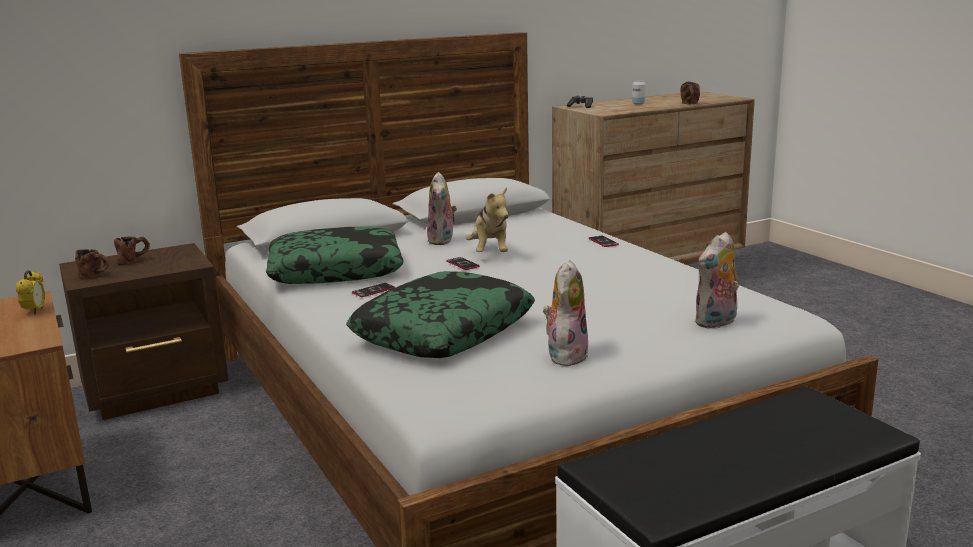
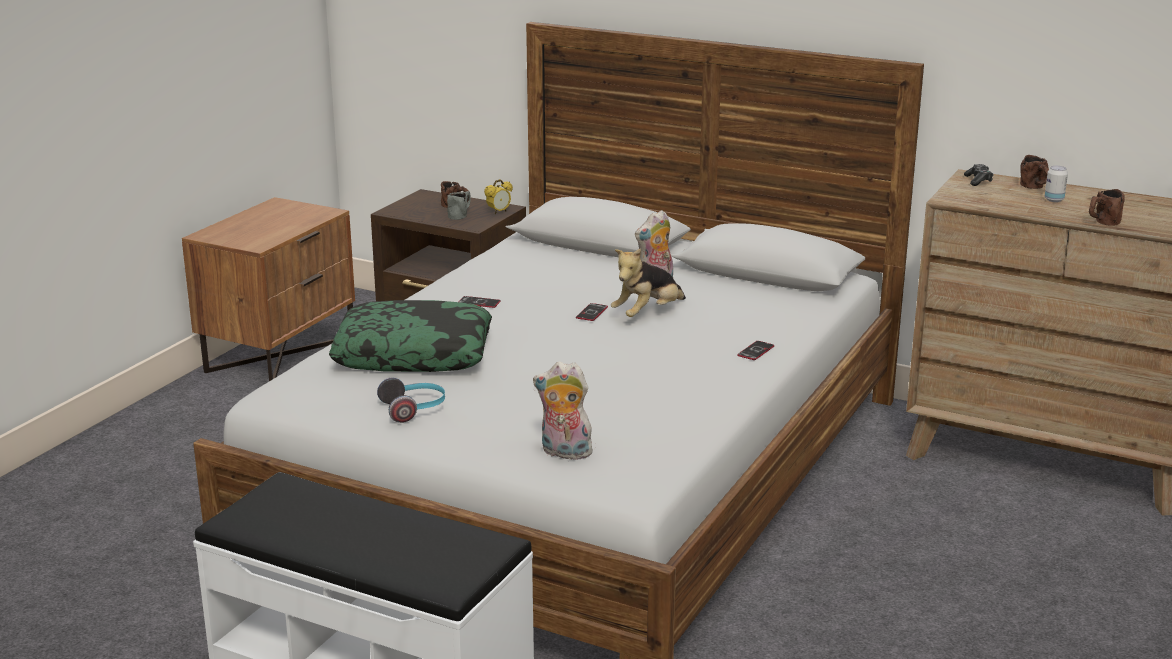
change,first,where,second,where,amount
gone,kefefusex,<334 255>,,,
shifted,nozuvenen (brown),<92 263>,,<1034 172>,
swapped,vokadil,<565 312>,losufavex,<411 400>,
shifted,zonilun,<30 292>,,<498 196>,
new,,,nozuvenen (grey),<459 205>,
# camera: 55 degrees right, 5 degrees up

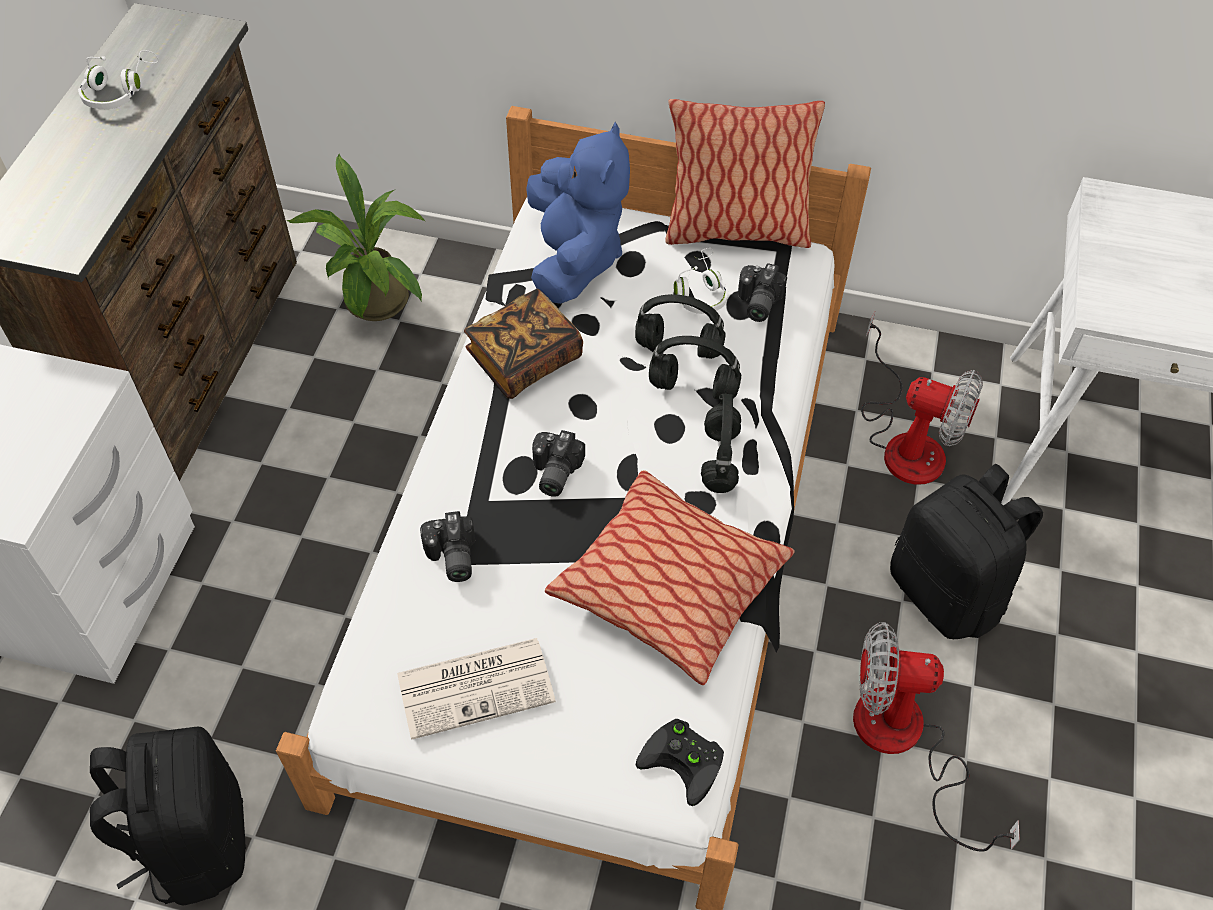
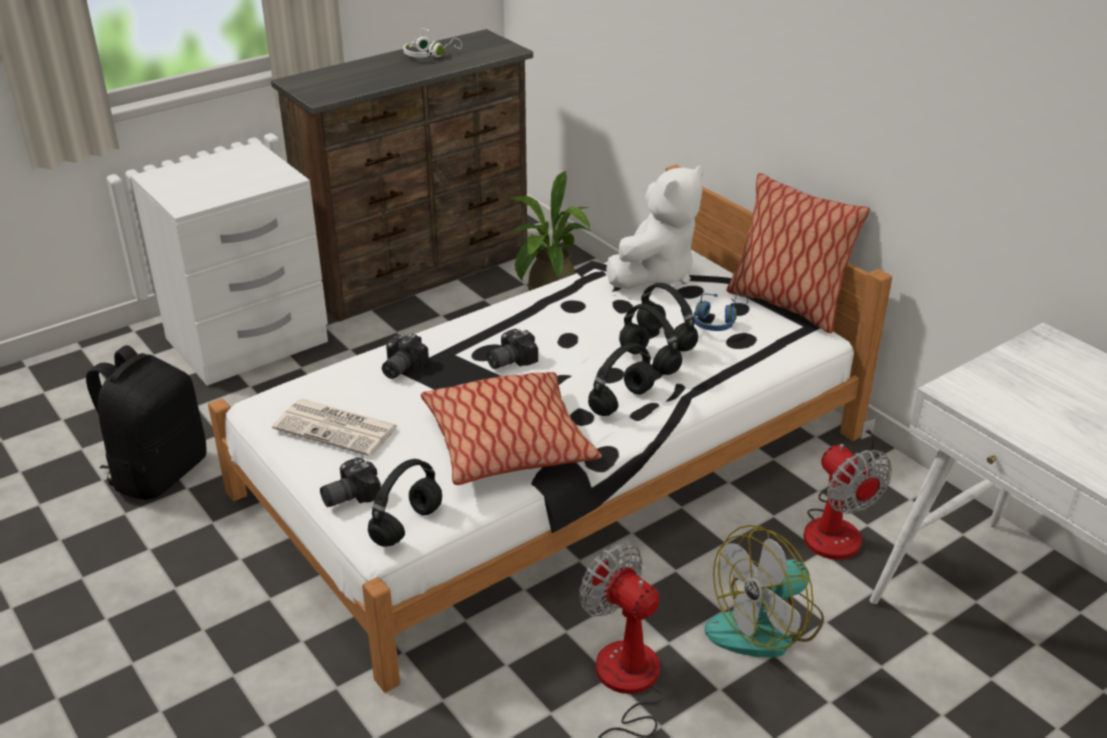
change,first,where,second,where,amount
repainted,vokadil (blue),<578 213>,vokadil (white),<655 227>,
repainted,losufavex (white),<701 281>,losufavex (blue),<720 312>,
shifted,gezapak,<762 292>,,<350 482>,
gone,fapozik,<523 344>,,,
swapped,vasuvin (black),<966 551>,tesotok,<764 591>,
swapped,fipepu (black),<680 762>,losufavex (black),<405 503>,
# camera: 40 degrees right, 20 degrees down

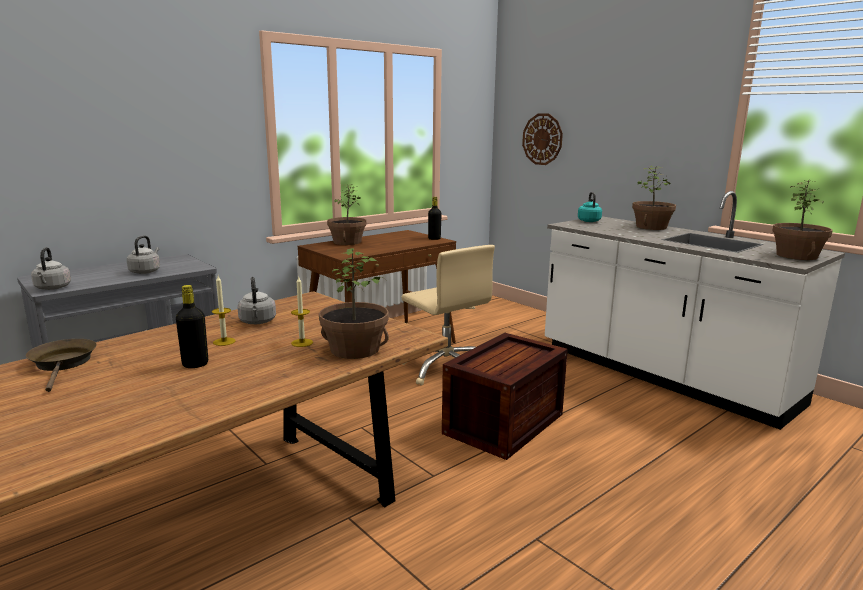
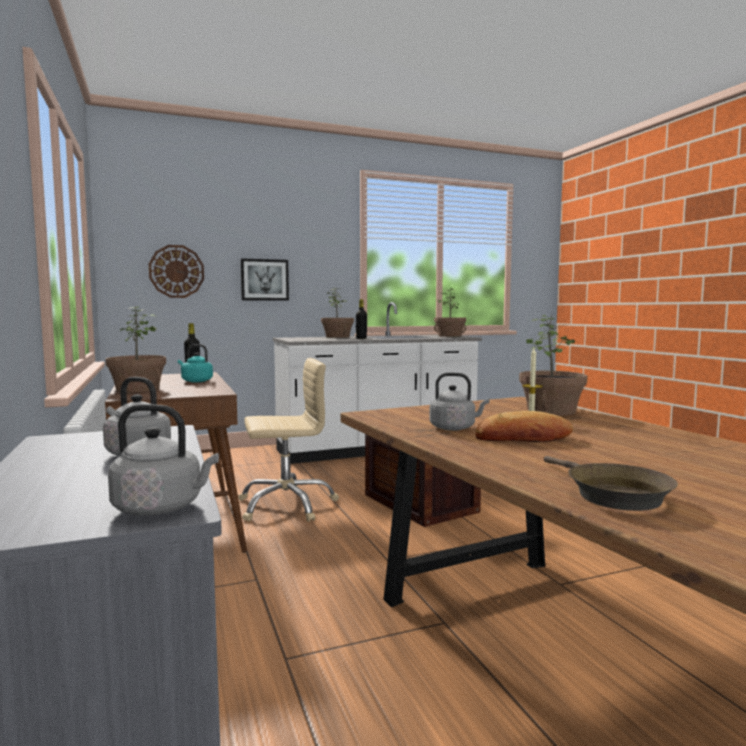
change,first,where,second,where,amount
shifted,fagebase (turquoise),<590 207>,,<195 363>,
swapped,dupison,<224 311>,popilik,<524 426>,
shifted,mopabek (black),<192 326>,,<361 319>,
rotated,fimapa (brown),<61 365>,,<611 483>,105 degrees counterclockwise
new,,,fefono,<264 279>,
# camera: 70 degrees left, 10 degrees down

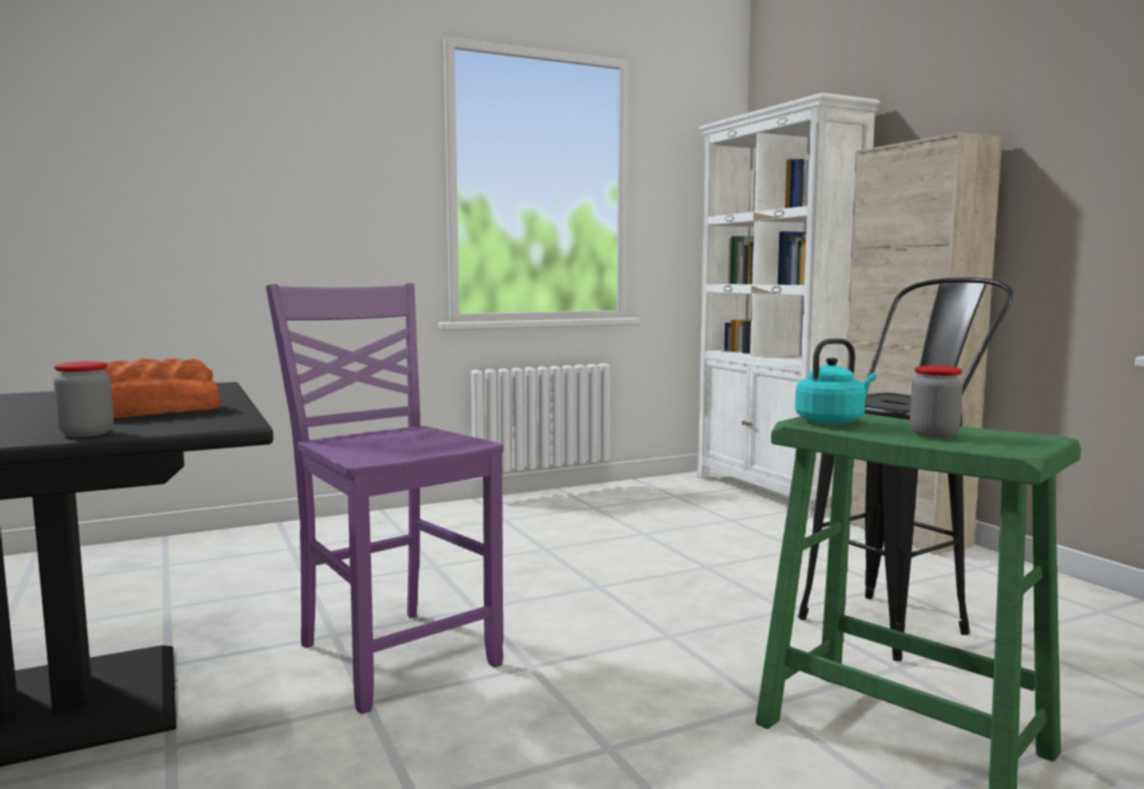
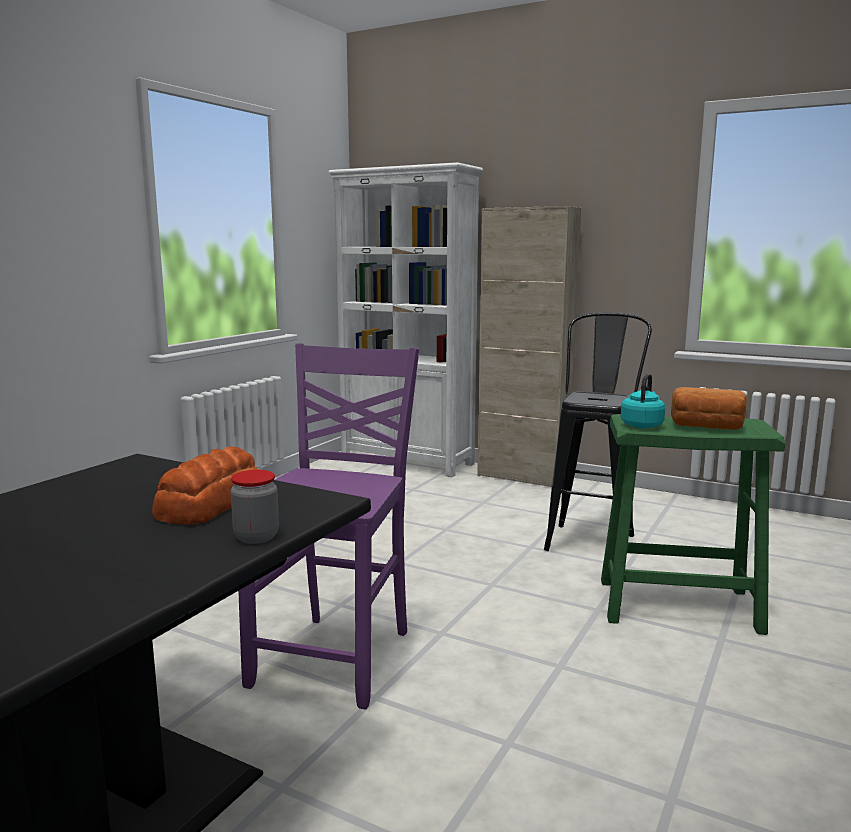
change,first,where,second,where,amount
rotated,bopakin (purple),<385 498>,,<328 526>,90 degrees clockwise
swapped,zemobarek,<936 402>,popilik,<709 408>,
# camera: 35 degrees left, 5 degrees up

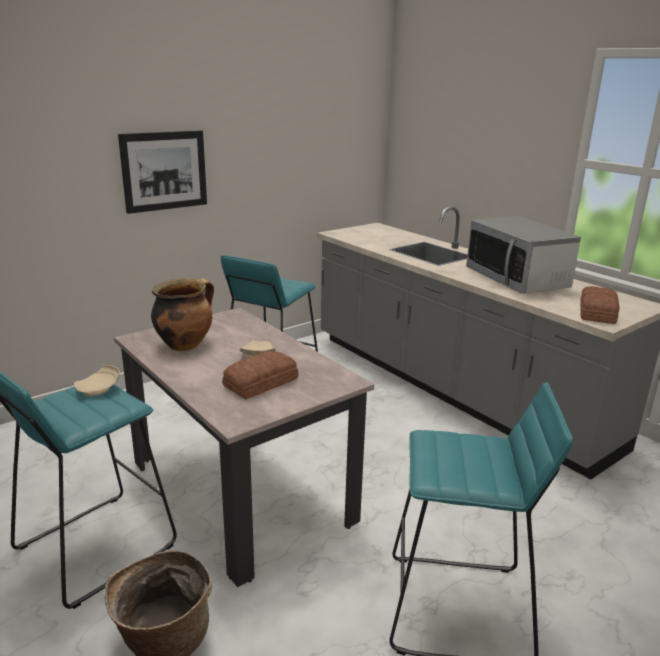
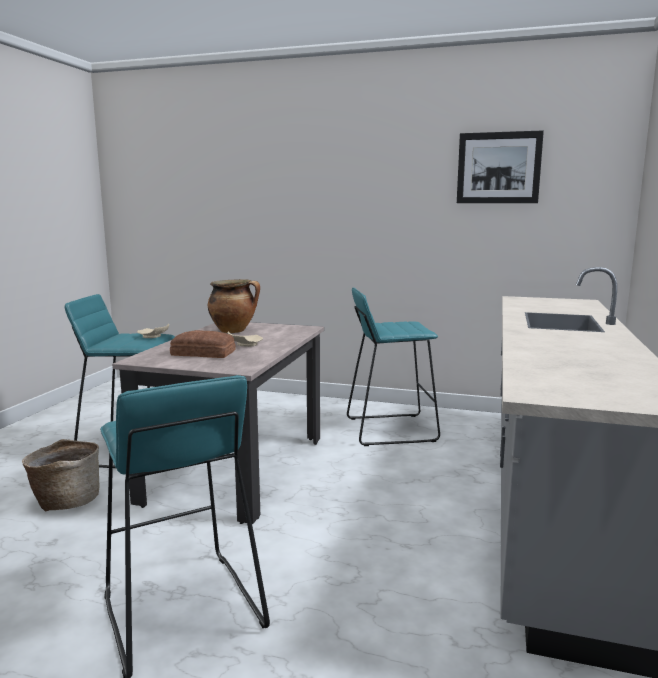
change,first,where,second,where,amount
shifted,fefono,<162 172>,,<500 166>,
gone,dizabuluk,<523 255>,,,
gone,popilik,<600 305>,,,
# camera: 55 degrees right, 10 degrees down

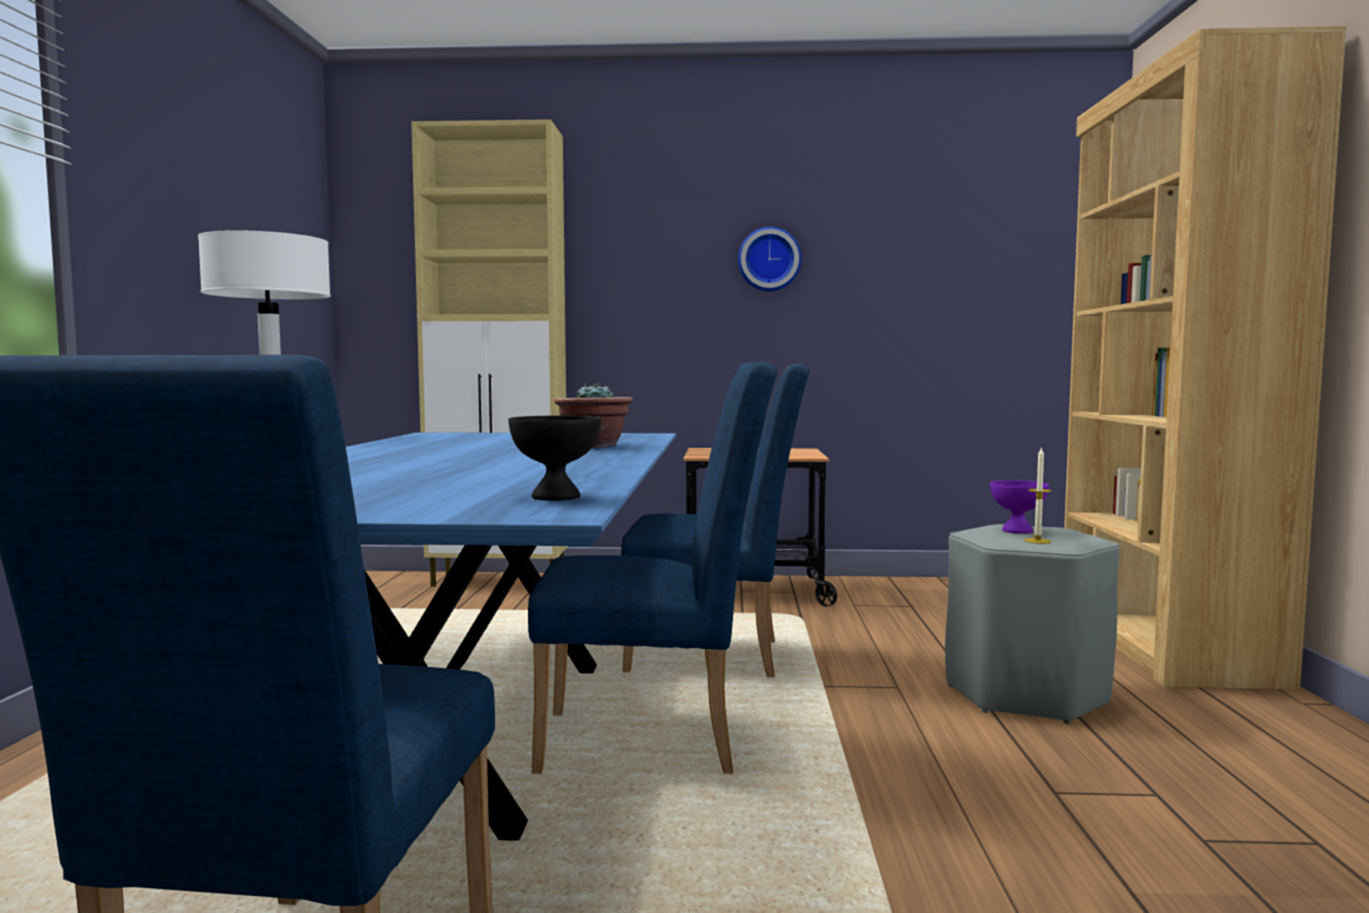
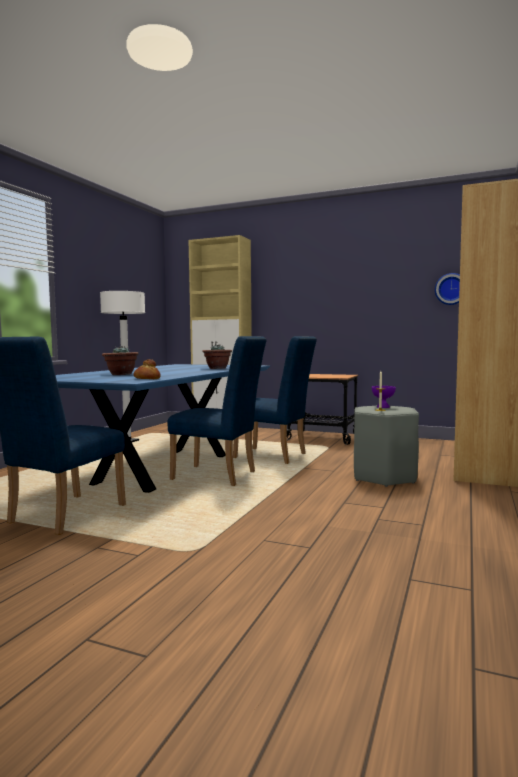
change,first,where,second,where,amount
shifted,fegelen,<770 259>,,<447 289>,
swapped,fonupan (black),<554 458>,popilik,<147 369>,
new,,,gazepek,<120 360>,
# camera: 20 degrees right, 0 degrees up

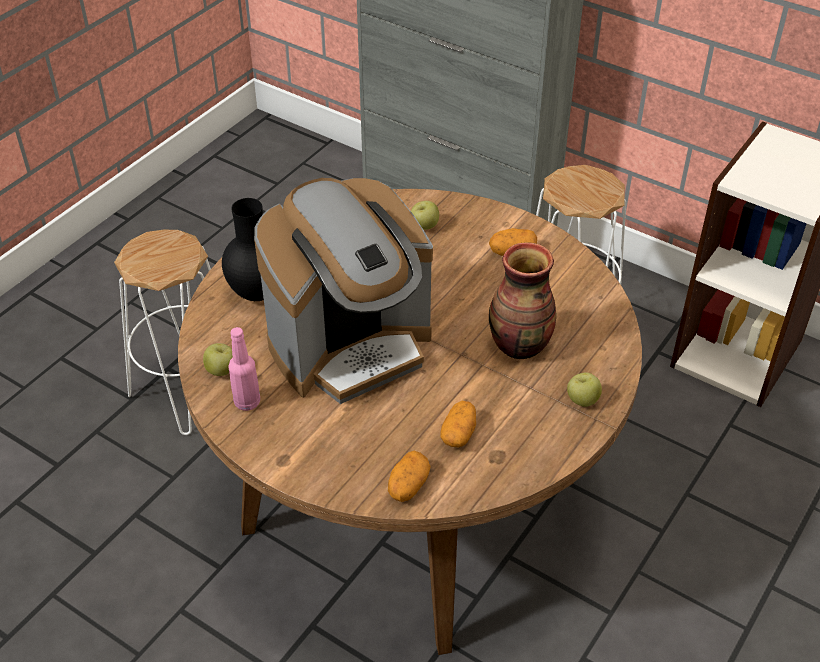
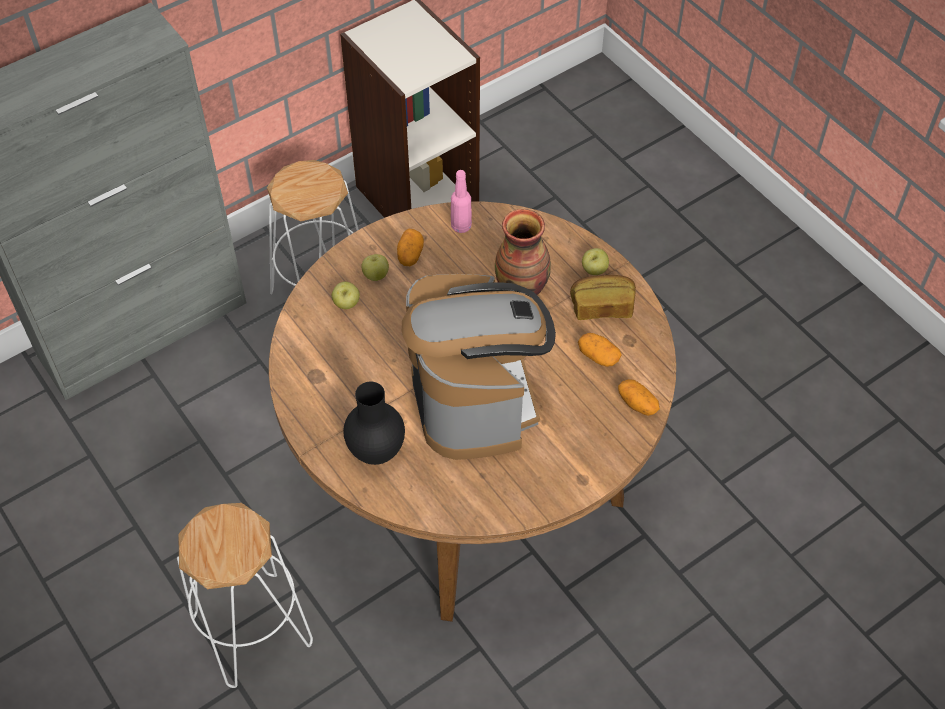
change,first,where,second,where,amount
shifted,mopabek (pink),<244 369>,,<461 201>,
shifted,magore,<218 359>,,<375 267>,
new,,,popilik,<603 297>,
# camera: 70 degrees left, 10 degrees up

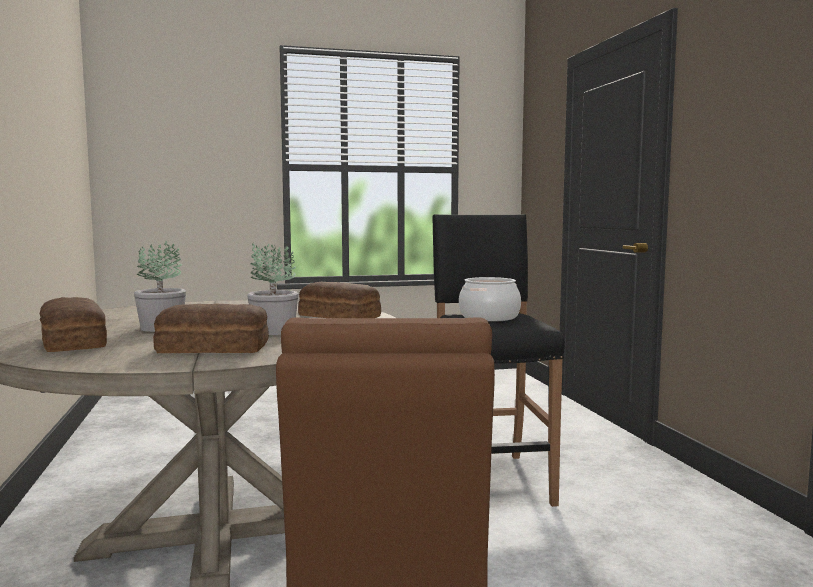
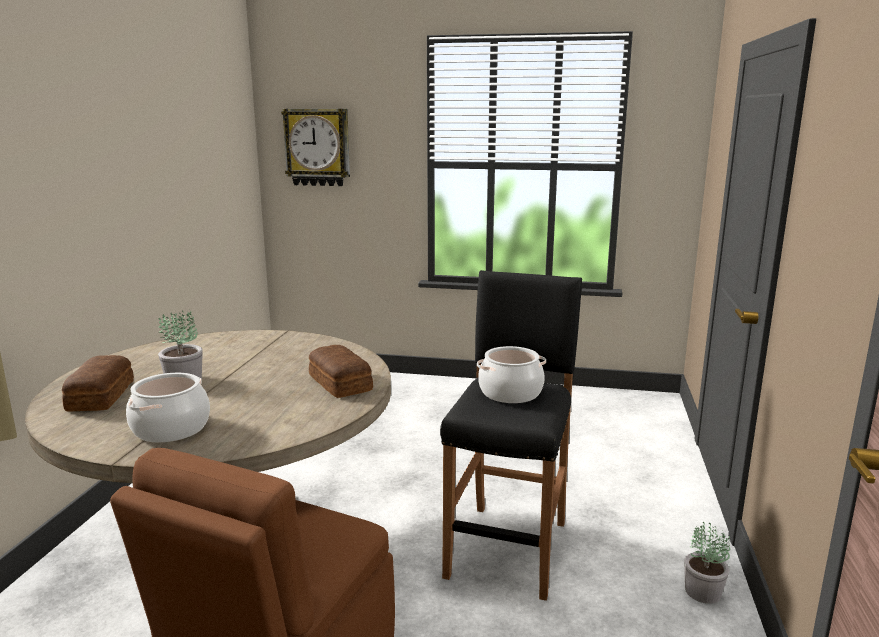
change,first,where,second,where,amount
shifted,gazepek,<272 289>,,<707 563>,
swapped,popilik,<211 328>,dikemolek,<168 407>,
new,,,fegelen,<315 147>,
# camera: 25 degrees right, 10 degrees up

